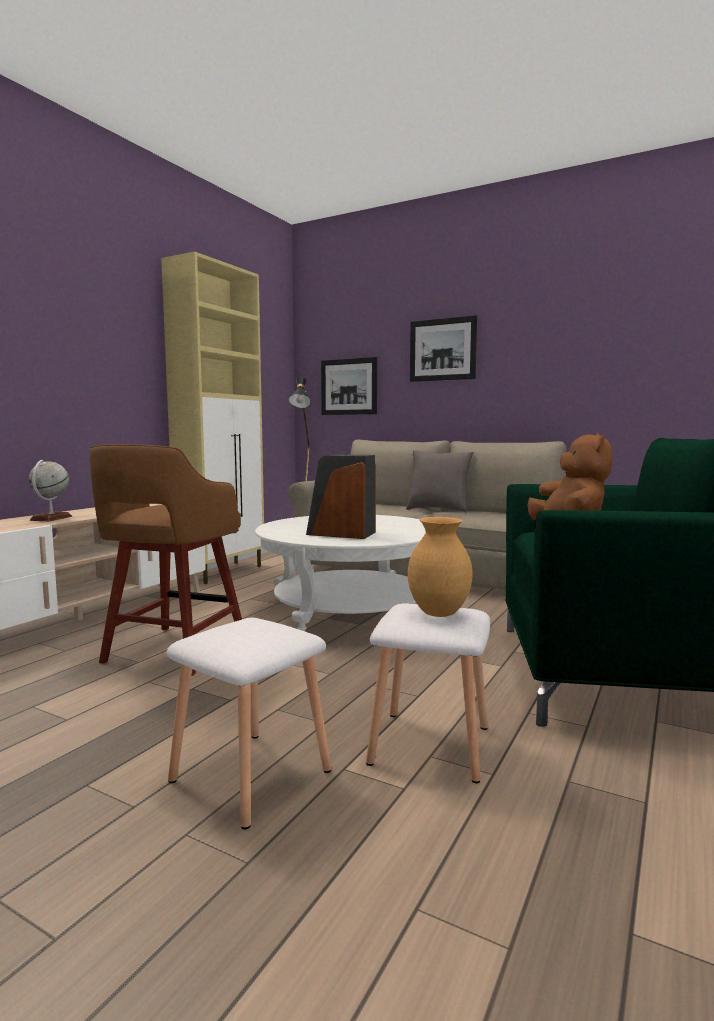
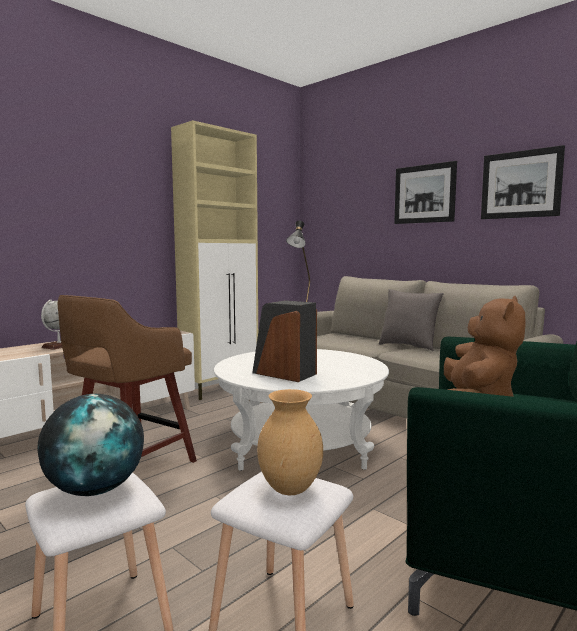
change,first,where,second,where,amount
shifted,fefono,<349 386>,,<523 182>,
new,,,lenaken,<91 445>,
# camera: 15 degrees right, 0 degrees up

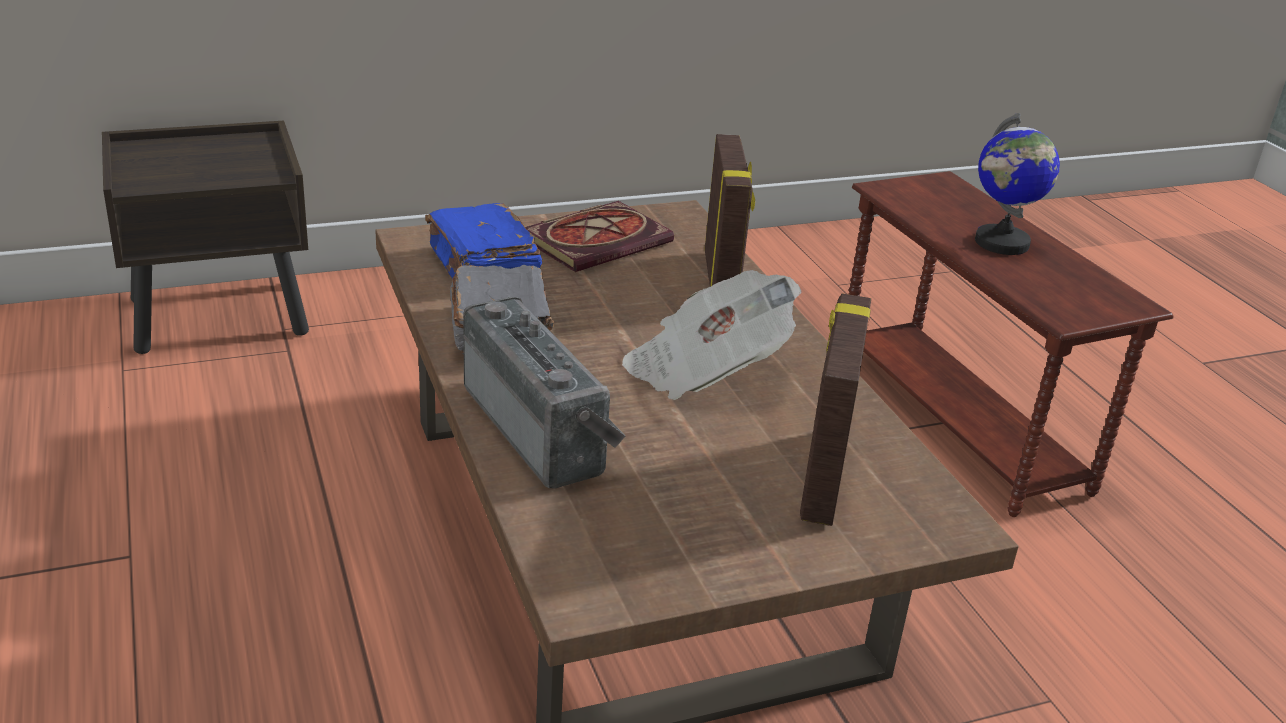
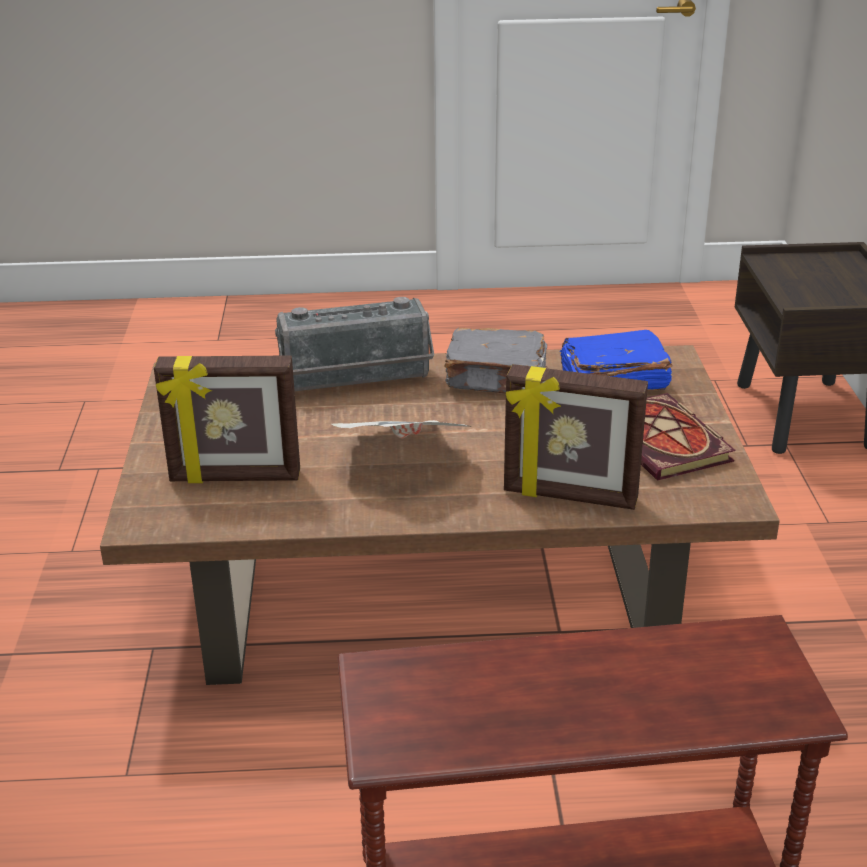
change,first,where,second,where,amount
gone,lenaken,<1017 184>,,,
rotated,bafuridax,<835 410>,,<227 419>,150 degrees clockwise
# camera: 110 degrees right, 0 degrees up

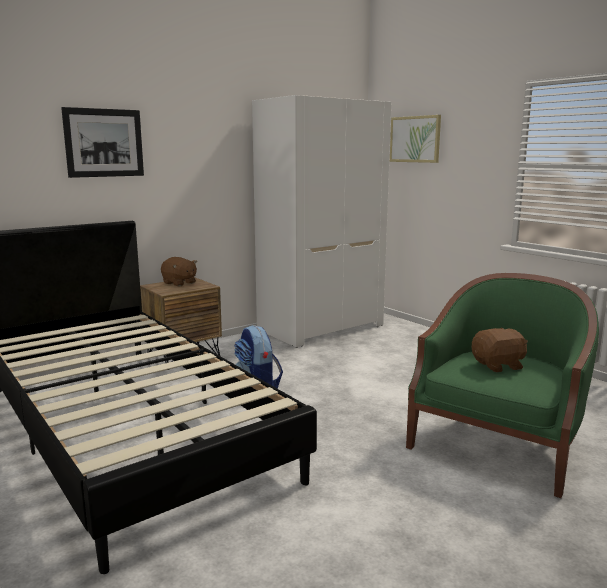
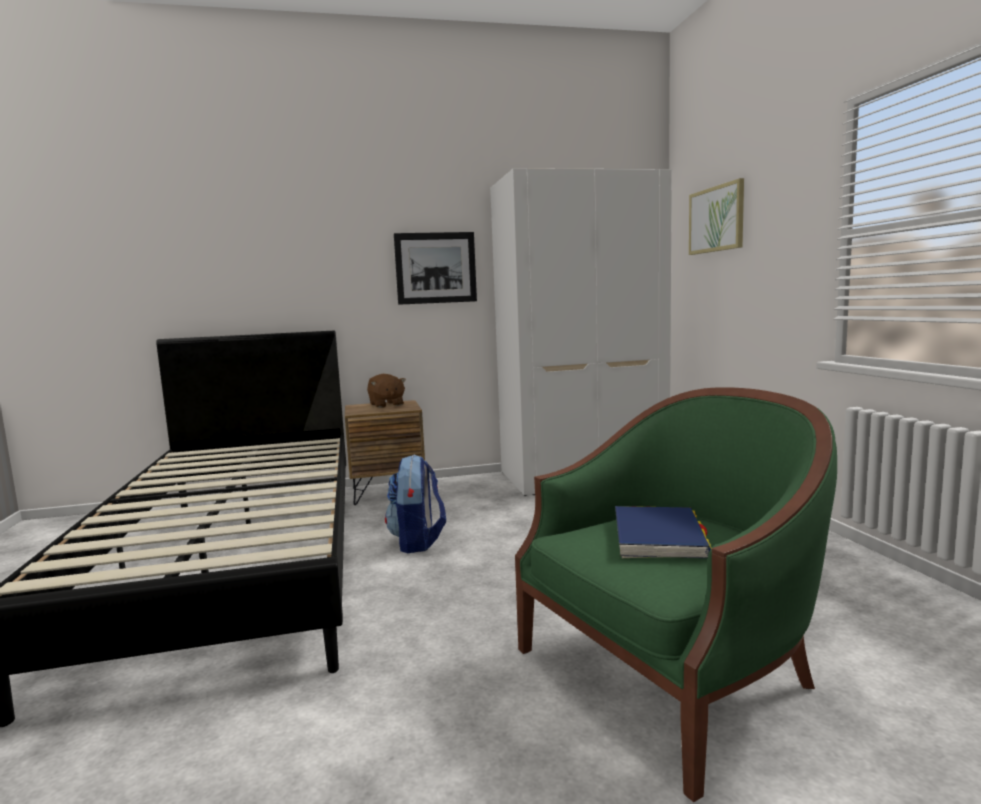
change,first,where,second,where,amount
shifted,fefono,<102 142>,,<435 268>,
swapped,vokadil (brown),<500 349>,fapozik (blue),<663 532>,
# camera: 25 degrees right, 5 degrees down

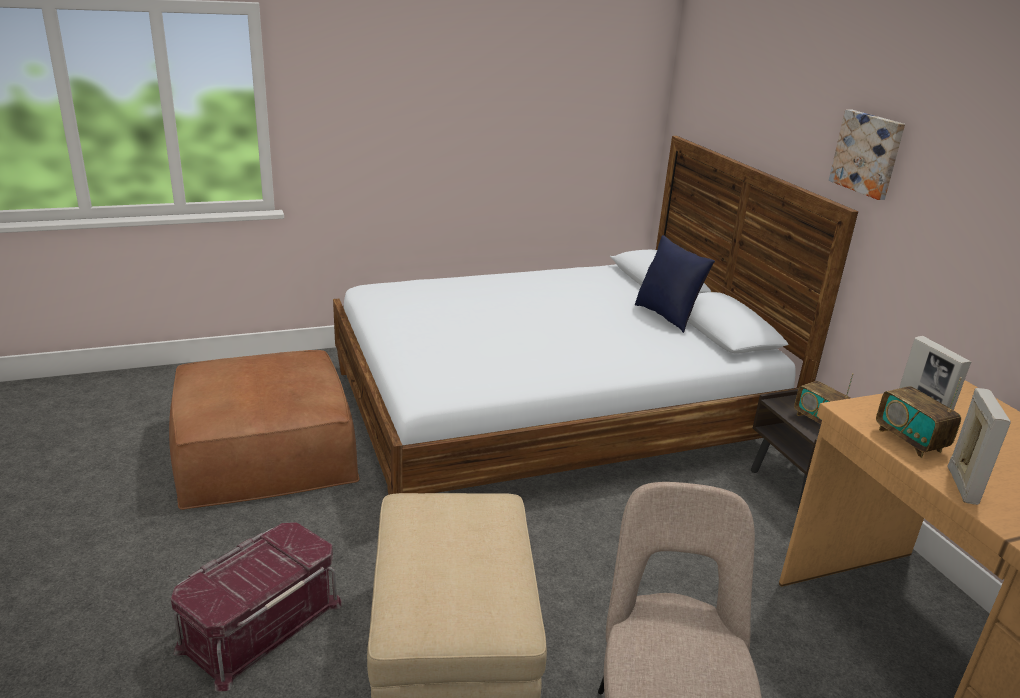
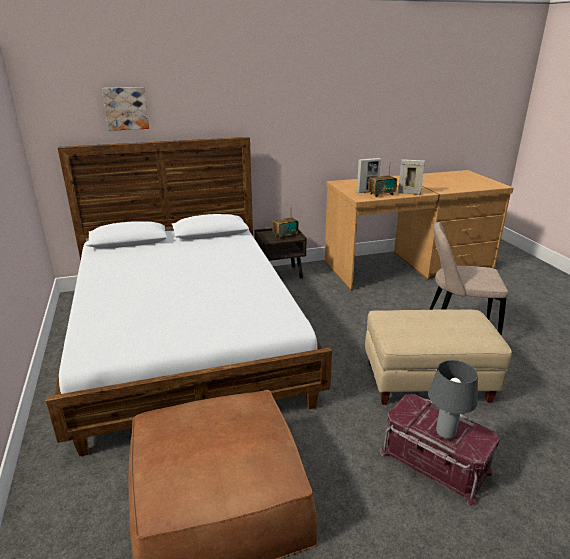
change,first,where,second,where,amount
shifted,fefono,<867 155>,,<125 109>,
gone,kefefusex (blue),<675 284>,,,
new,,,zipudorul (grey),<453 399>,
# camera: 85 degrees left, 0 degrees up

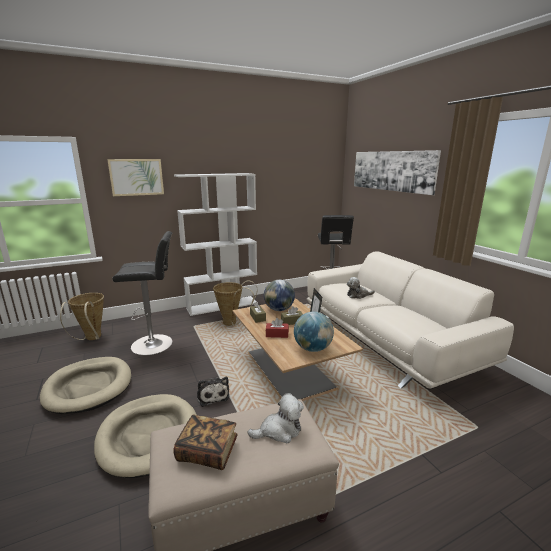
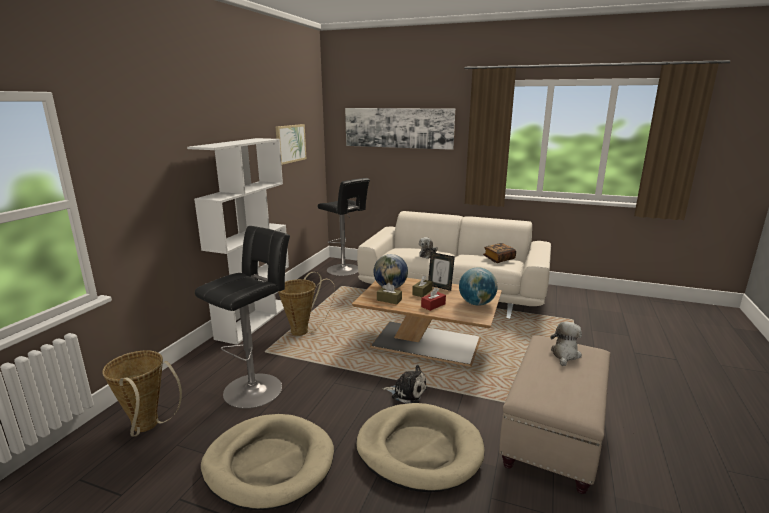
change,first,where,second,where,amount
shifted,fefono,<135 177>,,<291 144>,
shifted,fapozik,<205 442>,,<499 253>,
# camera: 45 degrees left, 0 degrees up

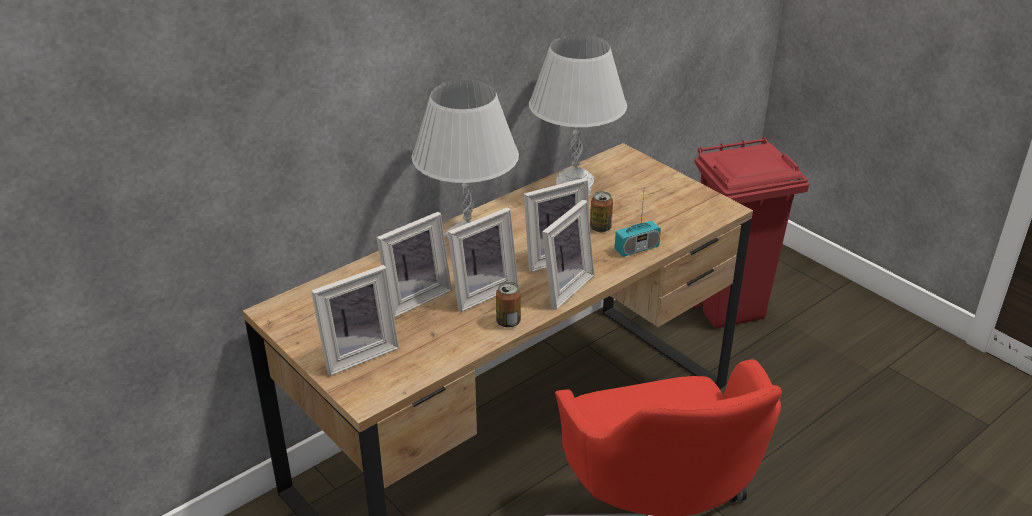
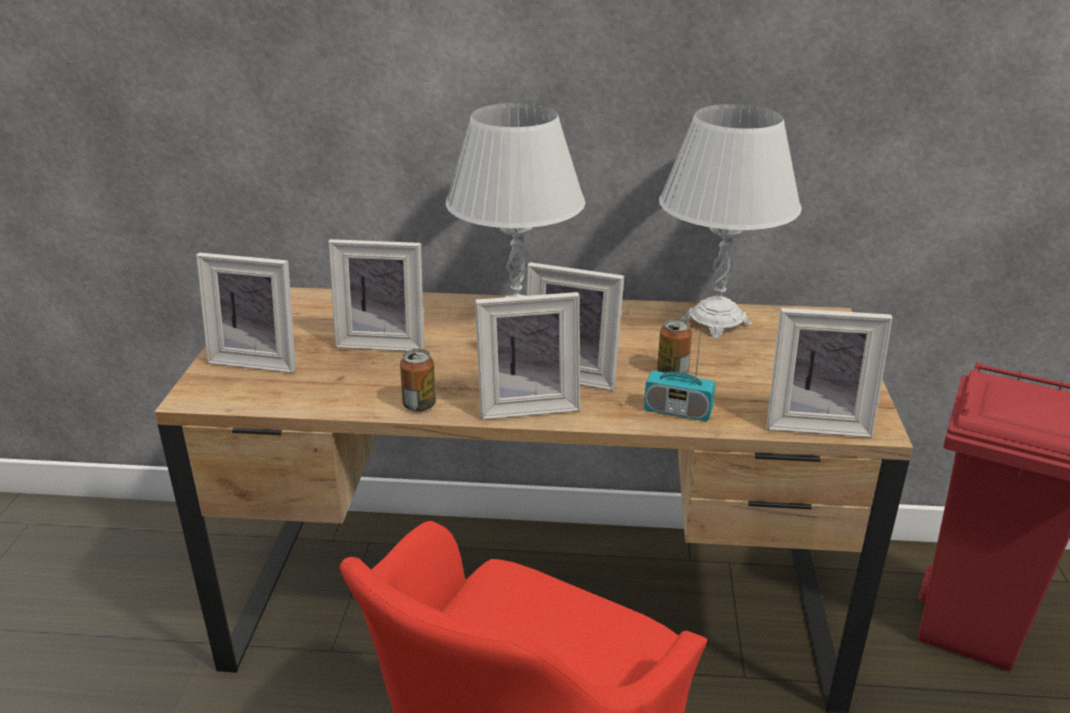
change,first,where,second,where,amount
shifted,bafuridax,<483 259>,,<829 373>,
# camera: 45 degrees right, 5 degrees down

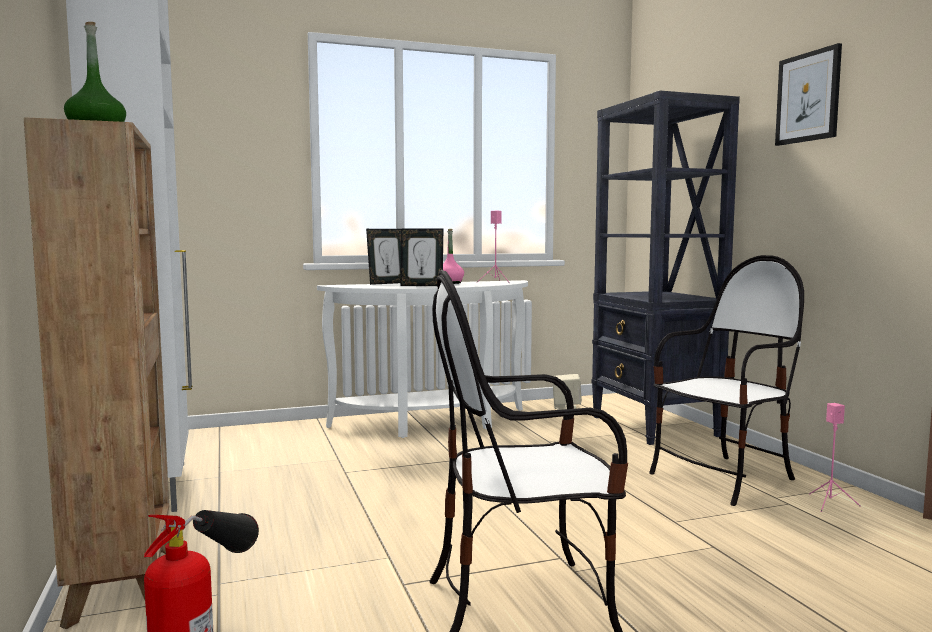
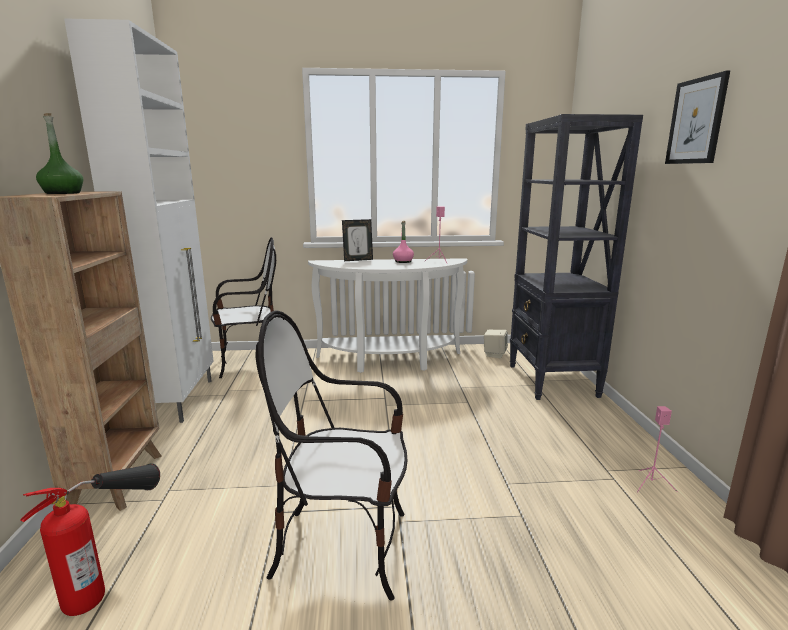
change,first,where,second,where,amount
gone,bafuridax,<421 257>,,,
shifted,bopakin,<726 380>,,<243 307>,
# camera: 15 degrees right, 10 degrees up

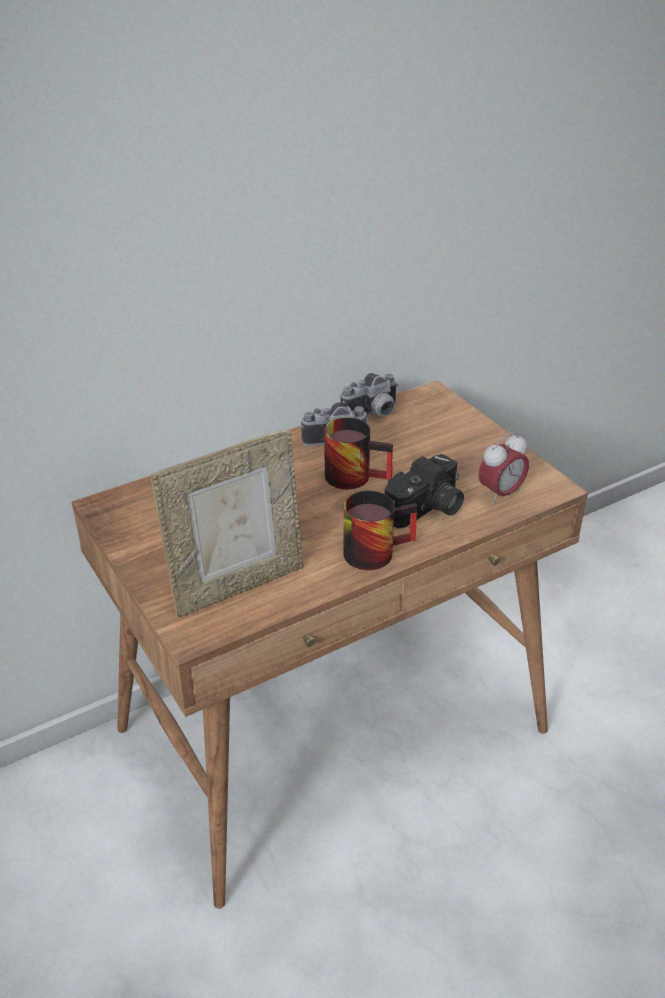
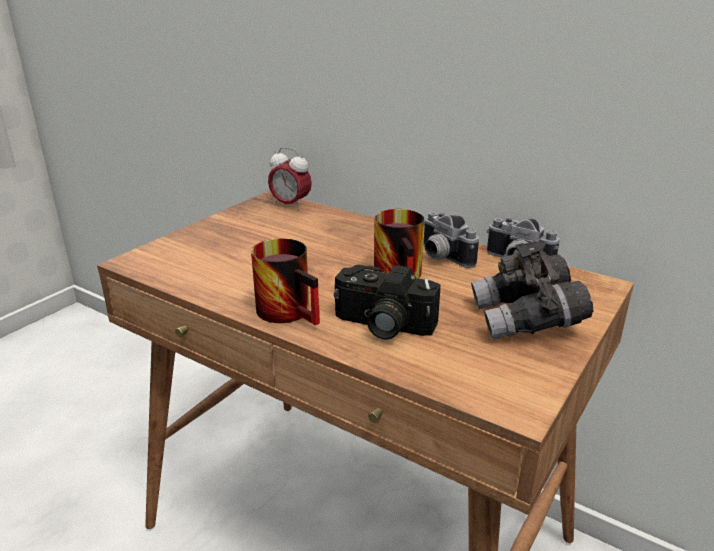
change,first,where,second,where,amount
gone,bafuridax,<226 523>,,,
shifted,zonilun,<503 468>,,<290 178>,
new,,,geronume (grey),<532 290>,
# camera: 65 degrees right, 10 degrees down

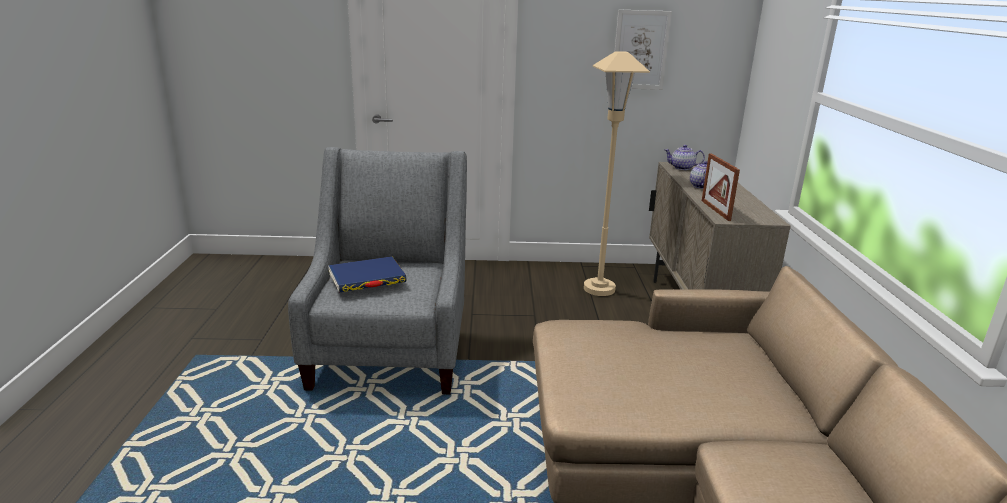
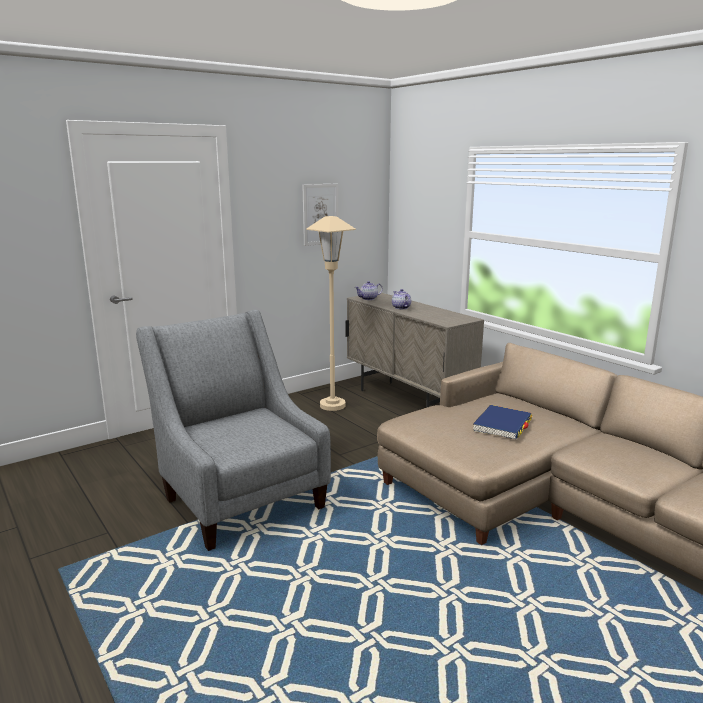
change,first,where,second,where,amount
gone,bafuridax,<721 187>,,,
shifted,fapozik (blue),<367 274>,,<502 422>,
# camera: 35 degrees left, 5 degrees down

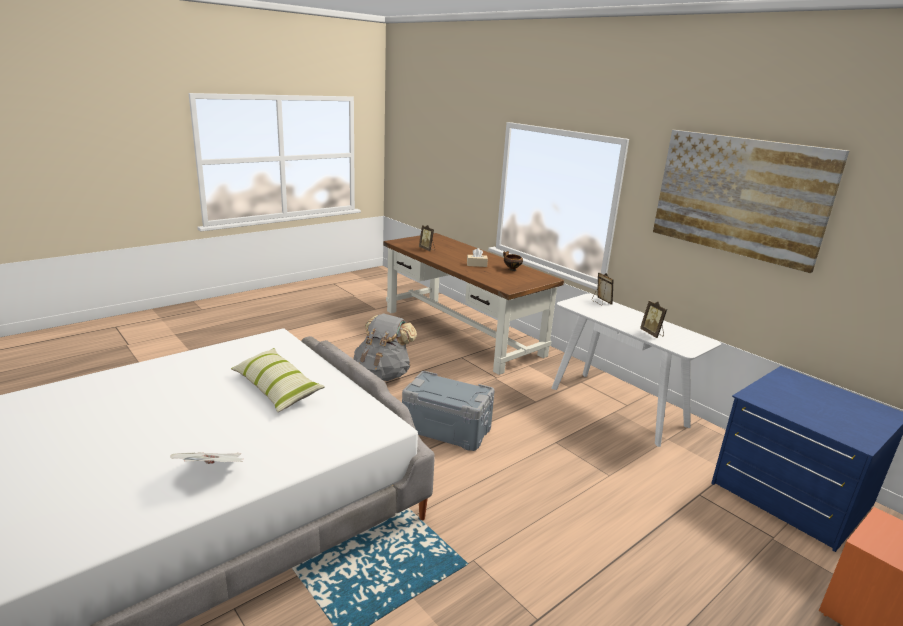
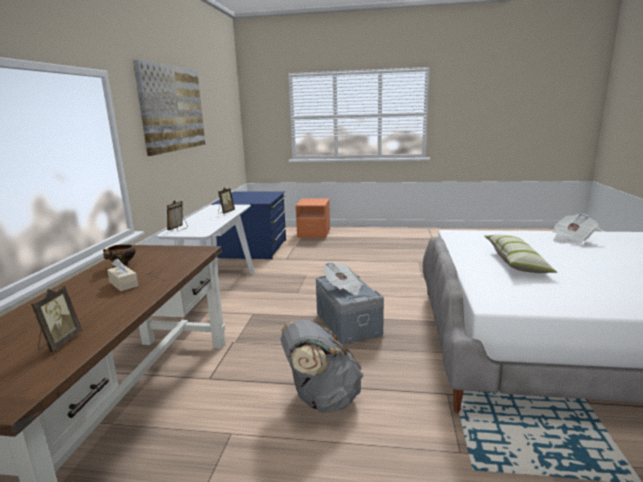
change,first,where,second,where,amount
new,,,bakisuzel,<343 278>,
# camera: 130 degrees left, 5 degrees down

